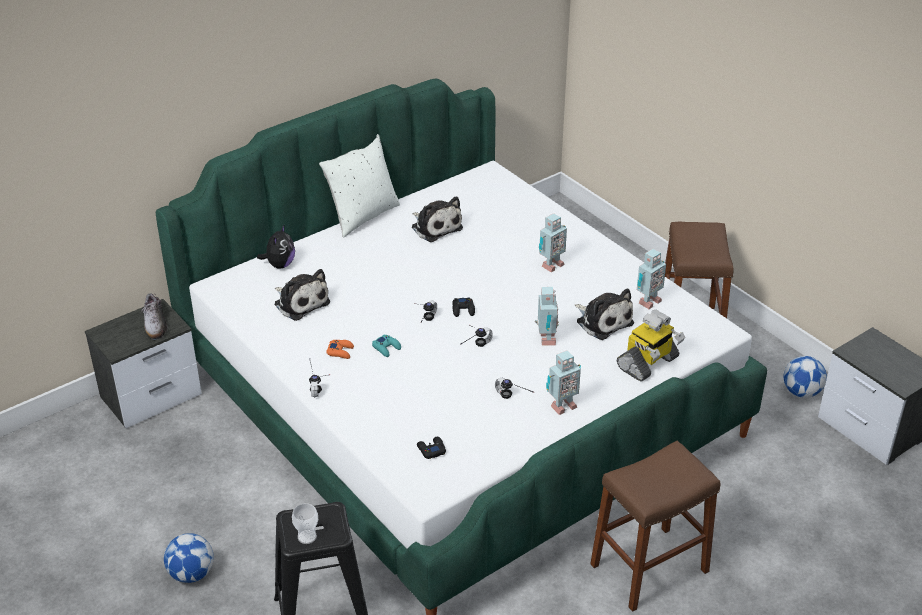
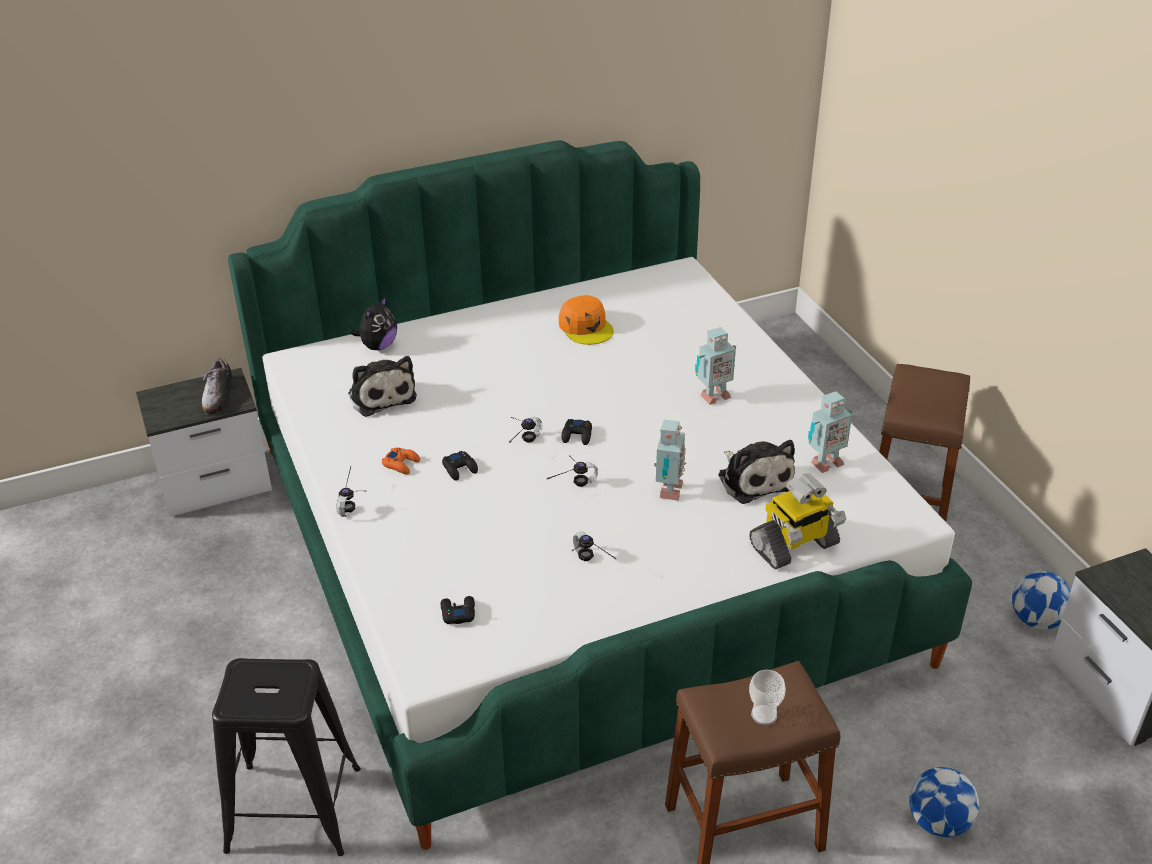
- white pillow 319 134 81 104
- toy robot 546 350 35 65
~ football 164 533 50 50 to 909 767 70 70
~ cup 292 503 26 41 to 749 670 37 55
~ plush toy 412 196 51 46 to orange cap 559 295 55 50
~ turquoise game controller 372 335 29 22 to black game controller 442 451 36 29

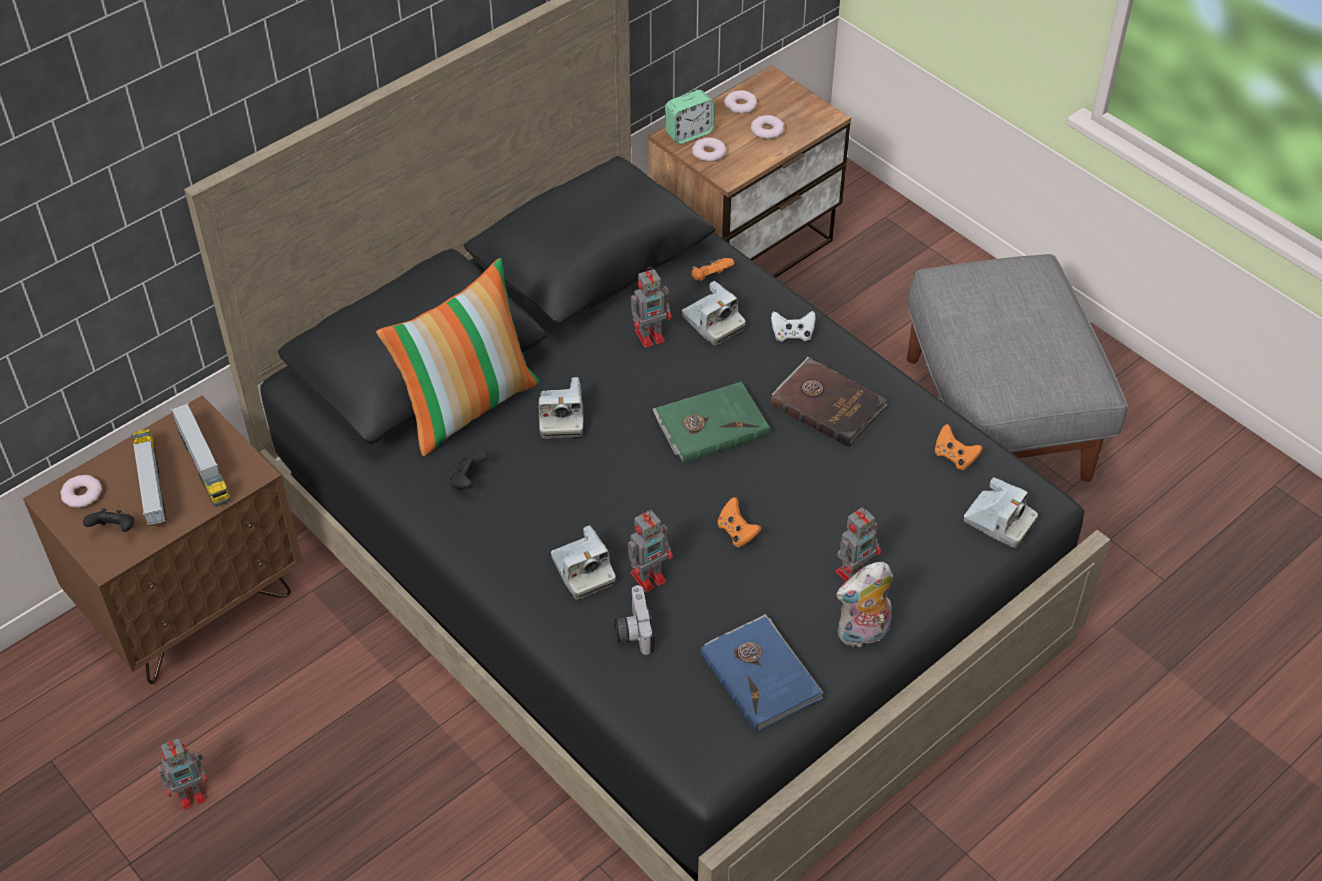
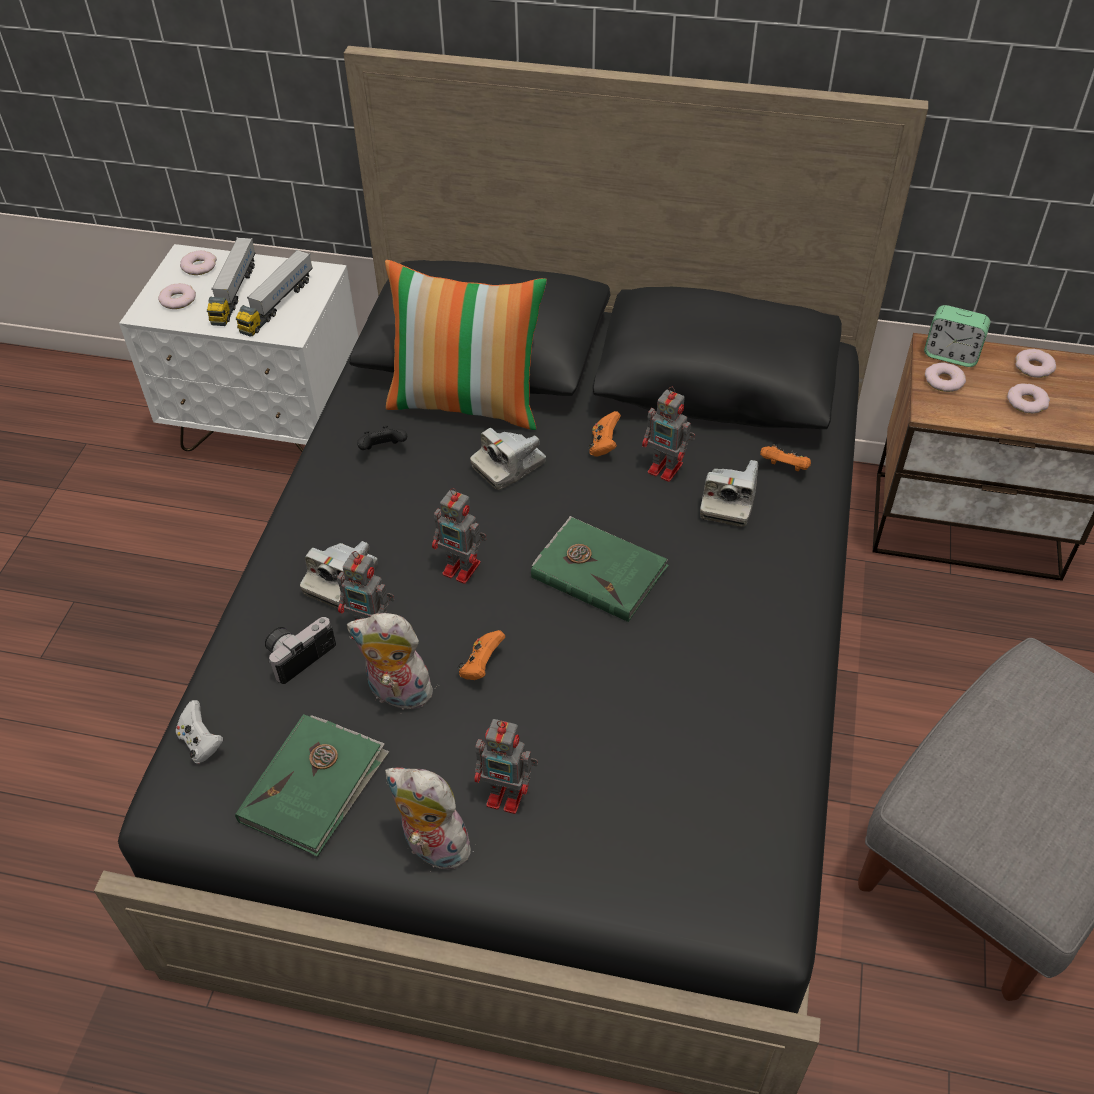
- brown book 771 357 117 90
- photo camera 964 477 74 71
+ plush toy 347 613 86 96
~ toy robot 157 738 50 72 to 432 488 54 96
~ white game controller 771 311 45 30 to 176 700 47 63
~ orange game controller 934 424 49 46 to 589 411 32 46
~ black game controller 83 508 51 24 to donut 158 283 38 26
~ brown nightstand 23 396 280 288 to white nightstand 119 244 240 208
~ blue book 700 614 123 118 to green book 235 714 154 143
~ toy truck 132 429 35 97 = 207 237 48 89 150 degrees clockwise

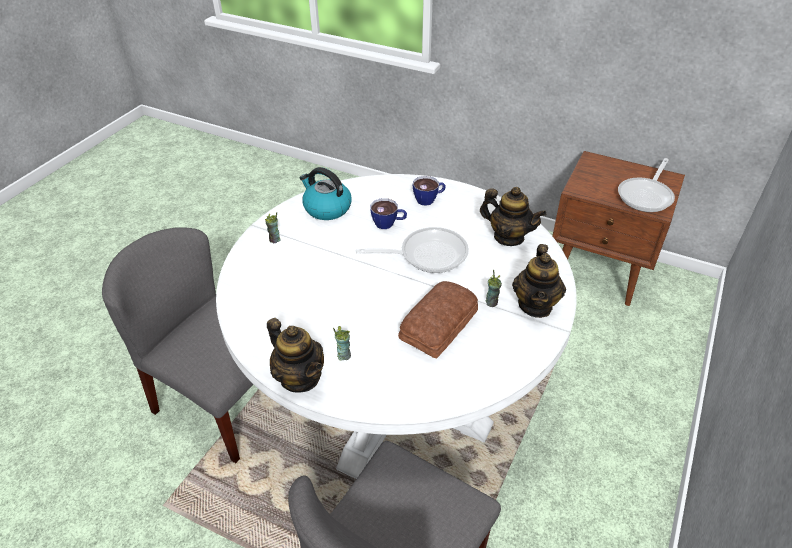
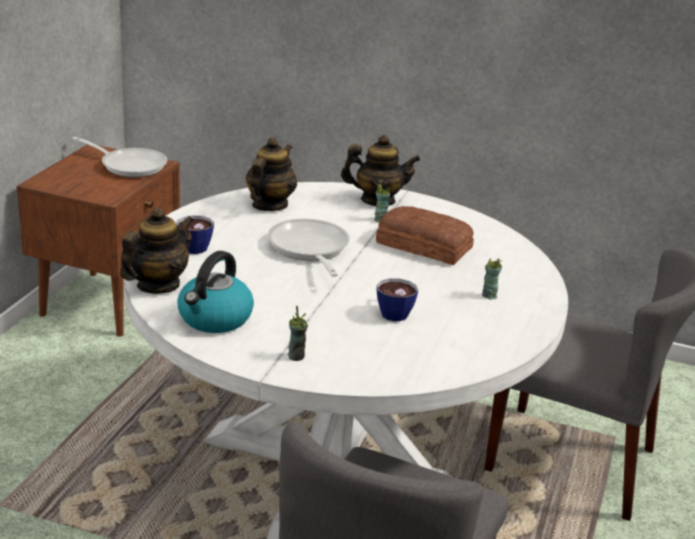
~ teapot 267 318 57 75 to 120 207 74 87
~ cup 370 198 37 31 to 377 278 41 43

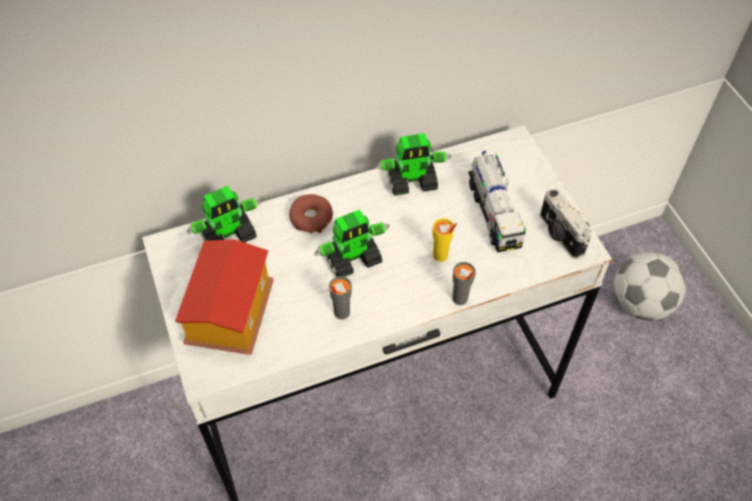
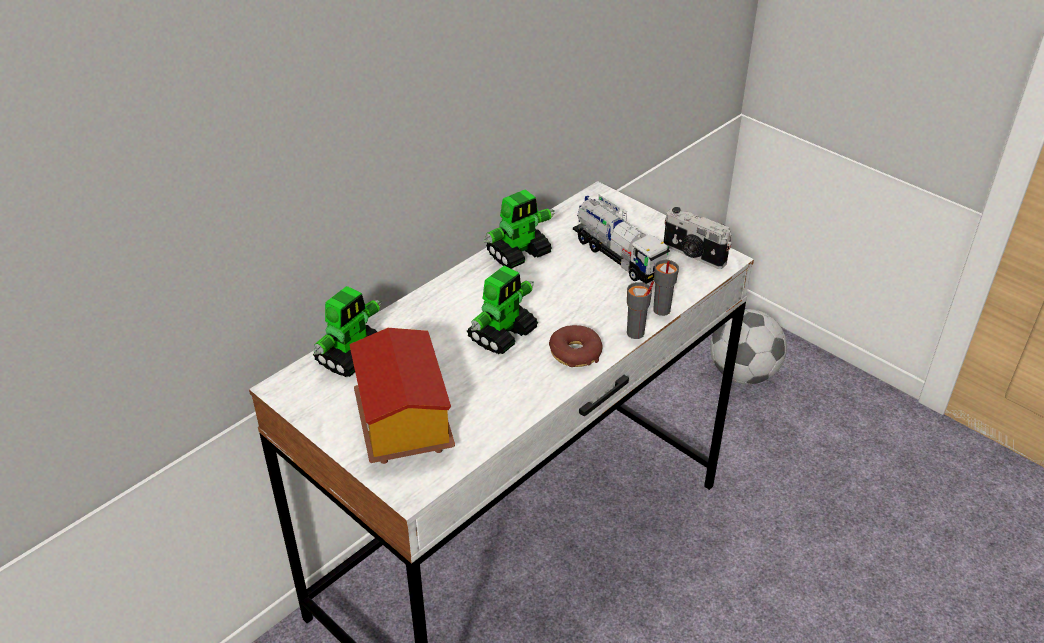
- yellow cup 433 218 24 44
~ donut 289 194 44 39 to 549 325 54 42
~ grey cup 329 276 23 44 to 653 260 26 56

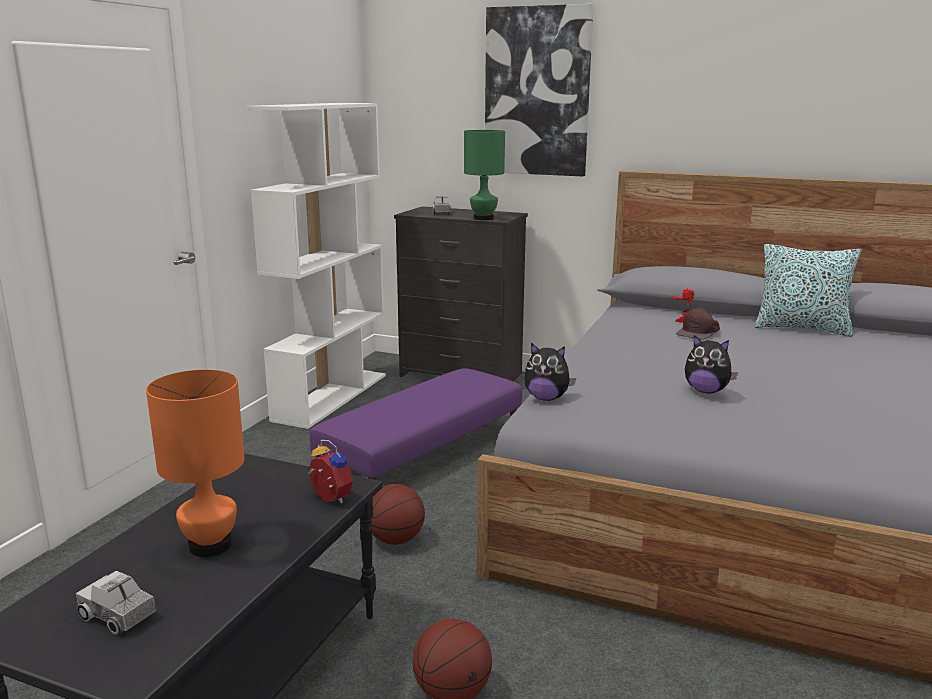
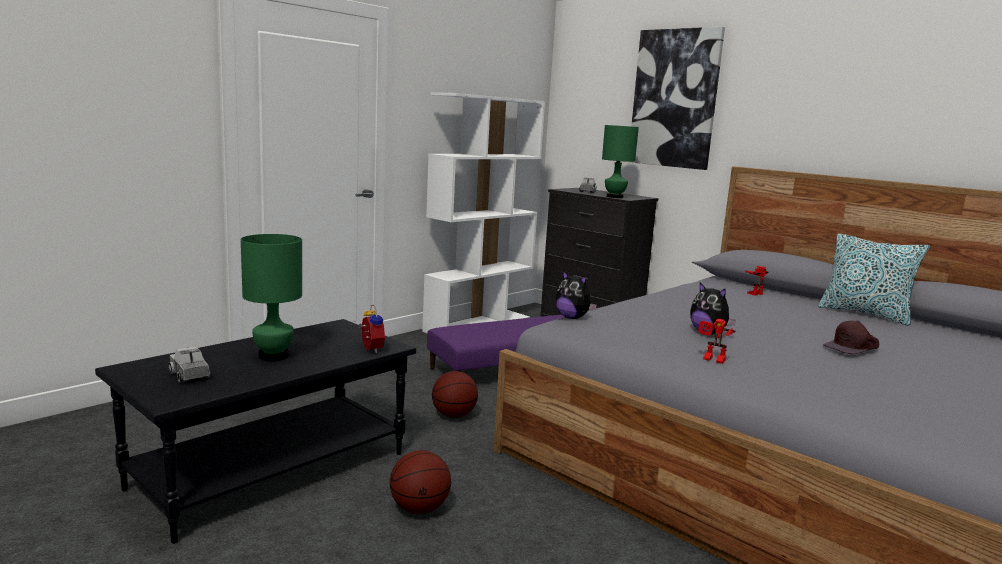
+ toy robot 698 319 37 45
~ brown cap 676 308 44 32 to 823 321 56 33
~ orange table lamp 146 370 98 187 to green table lamp 241 234 61 127

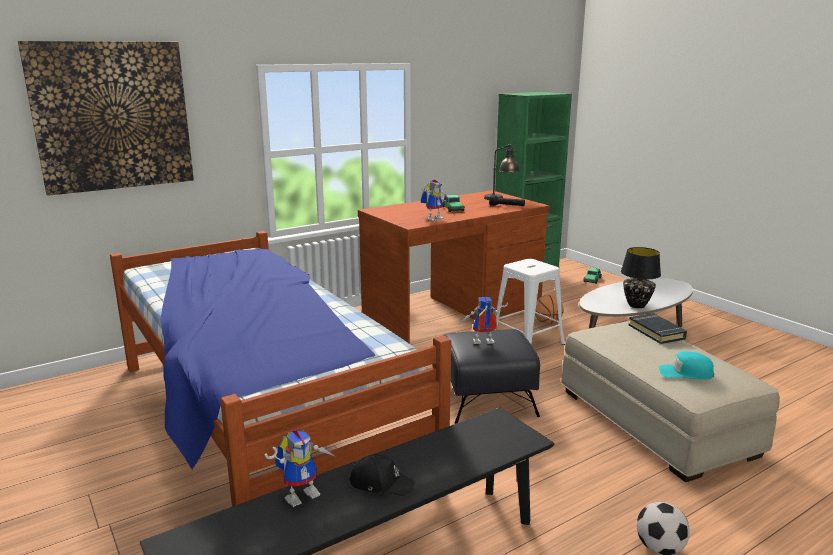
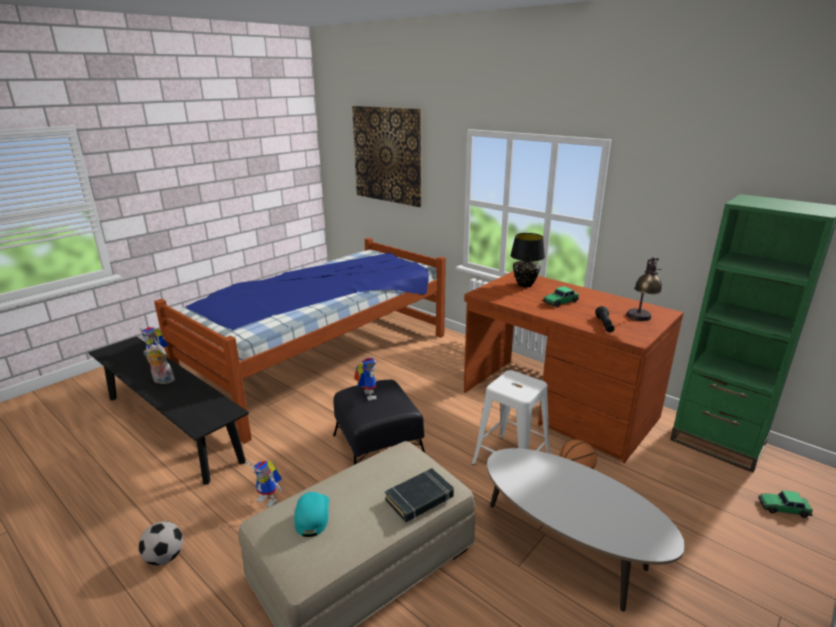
~ toy robot 421 180 28 41 to 246 460 38 47
~ black table lamp 621 247 40 61 to 510 233 35 54
~ black cap 349 454 67 42 to plush toy 144 344 31 40

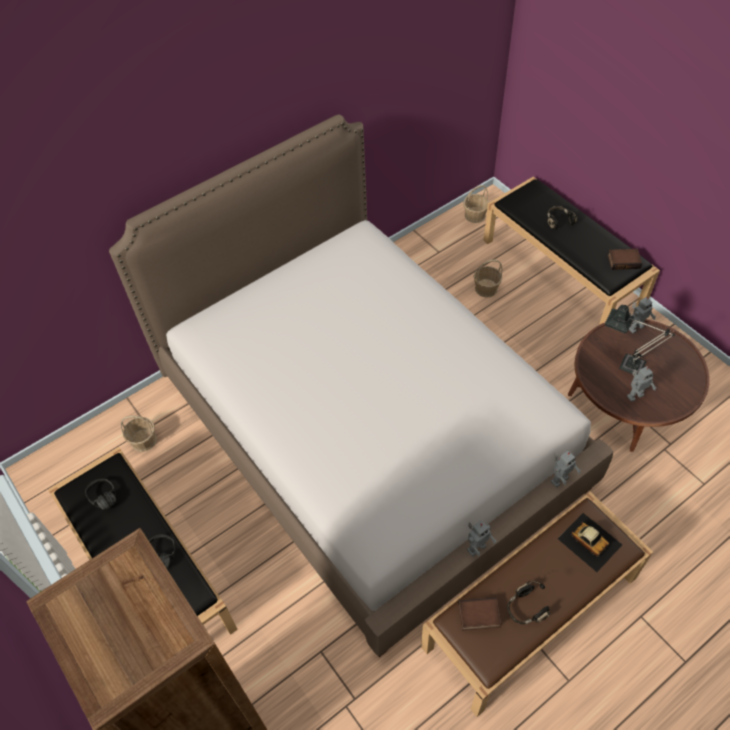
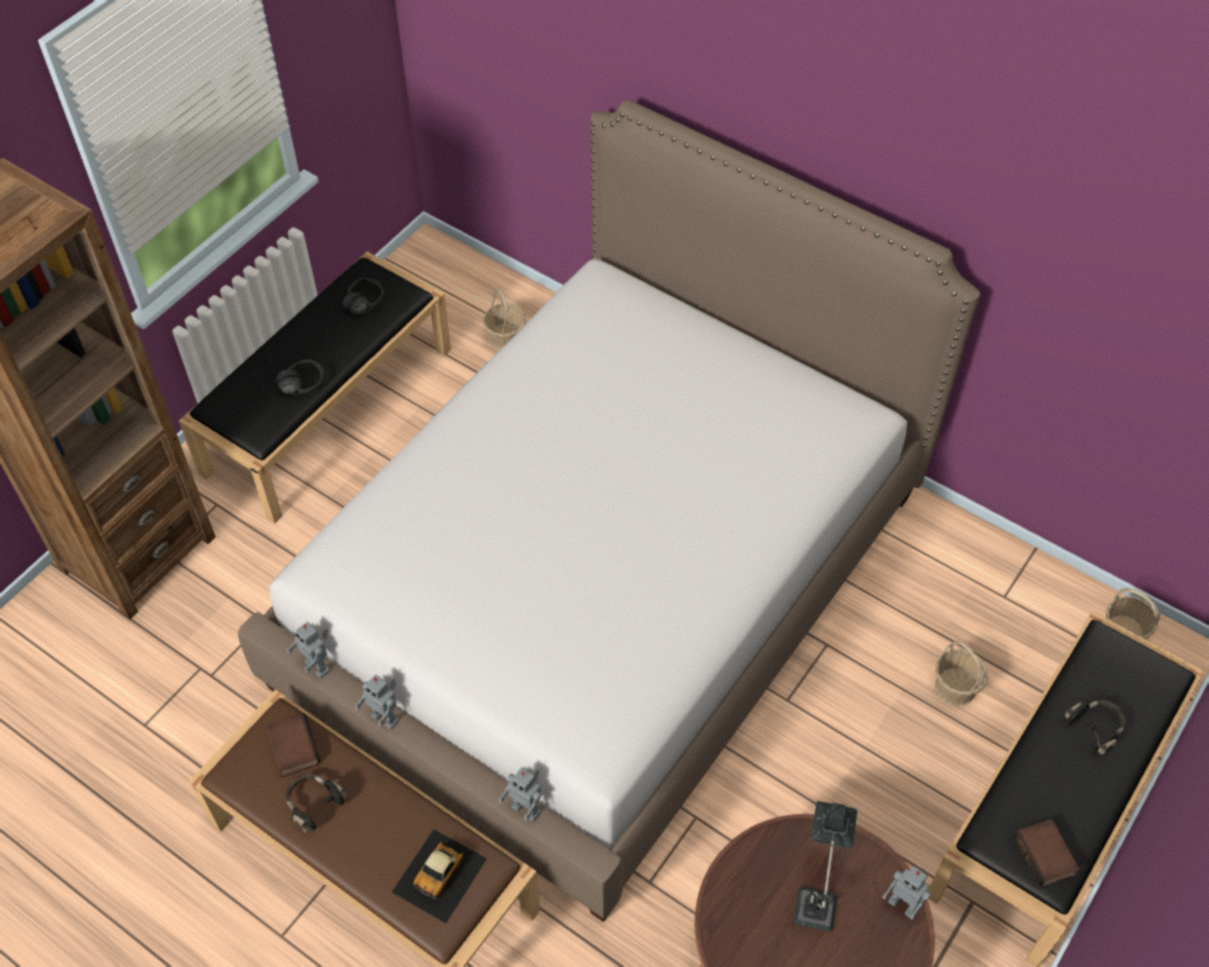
~ toy robot 627 366 30 36 to 286 622 44 56

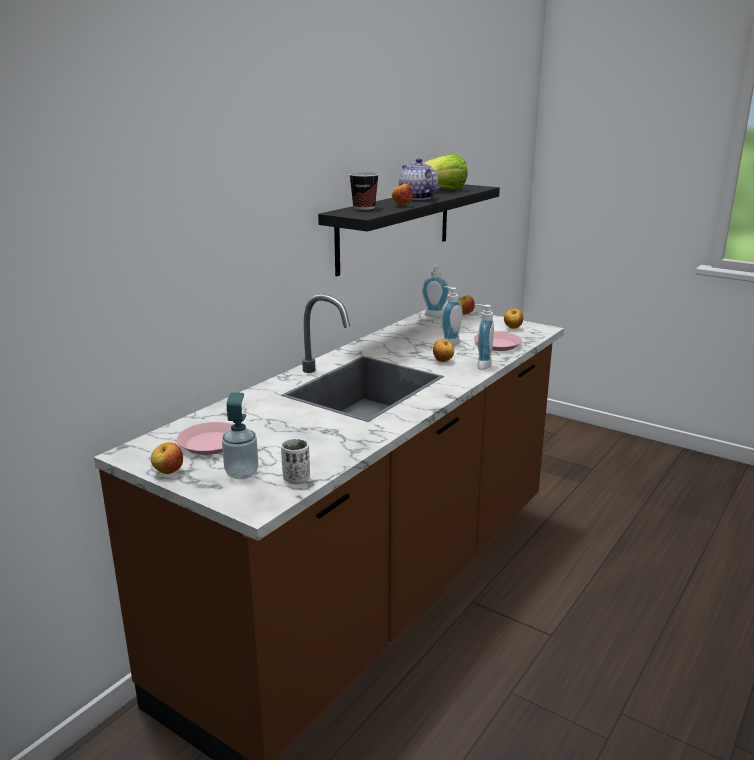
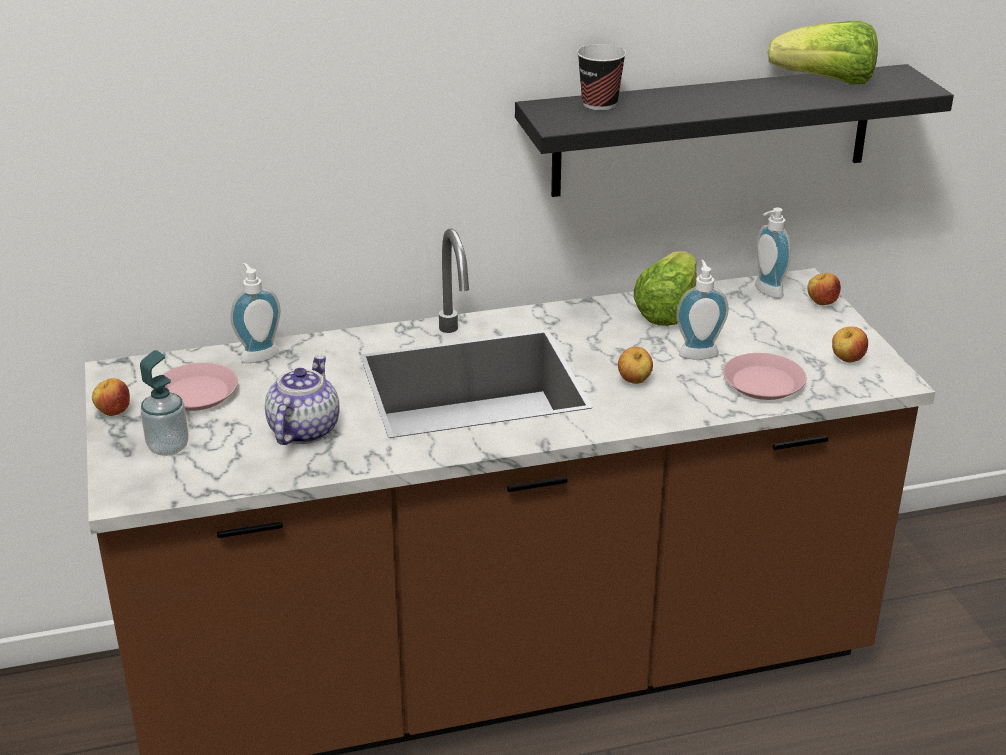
- white cup 281 439 29 45
- apple 392 184 21 22
+ lettuce 634 251 63 75
~ teapot 399 158 39 42 to 265 355 74 90
~ soap dispenser 475 304 19 66 to 230 263 51 100

